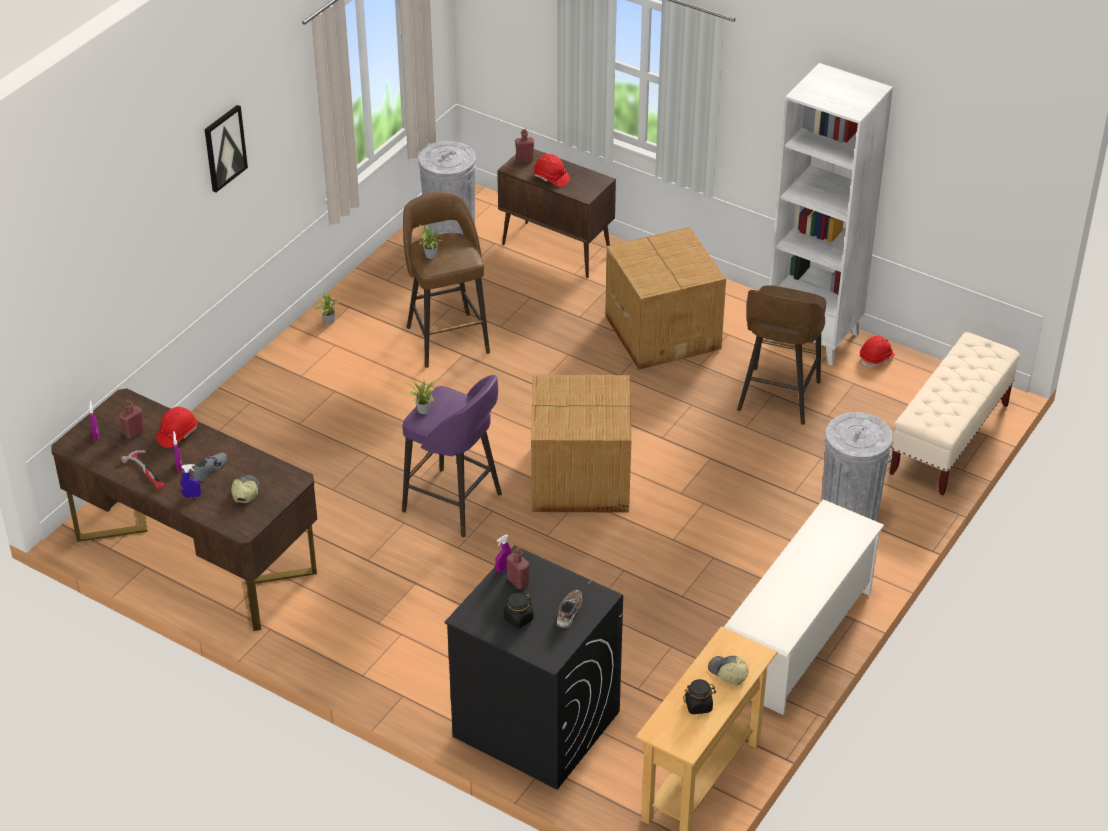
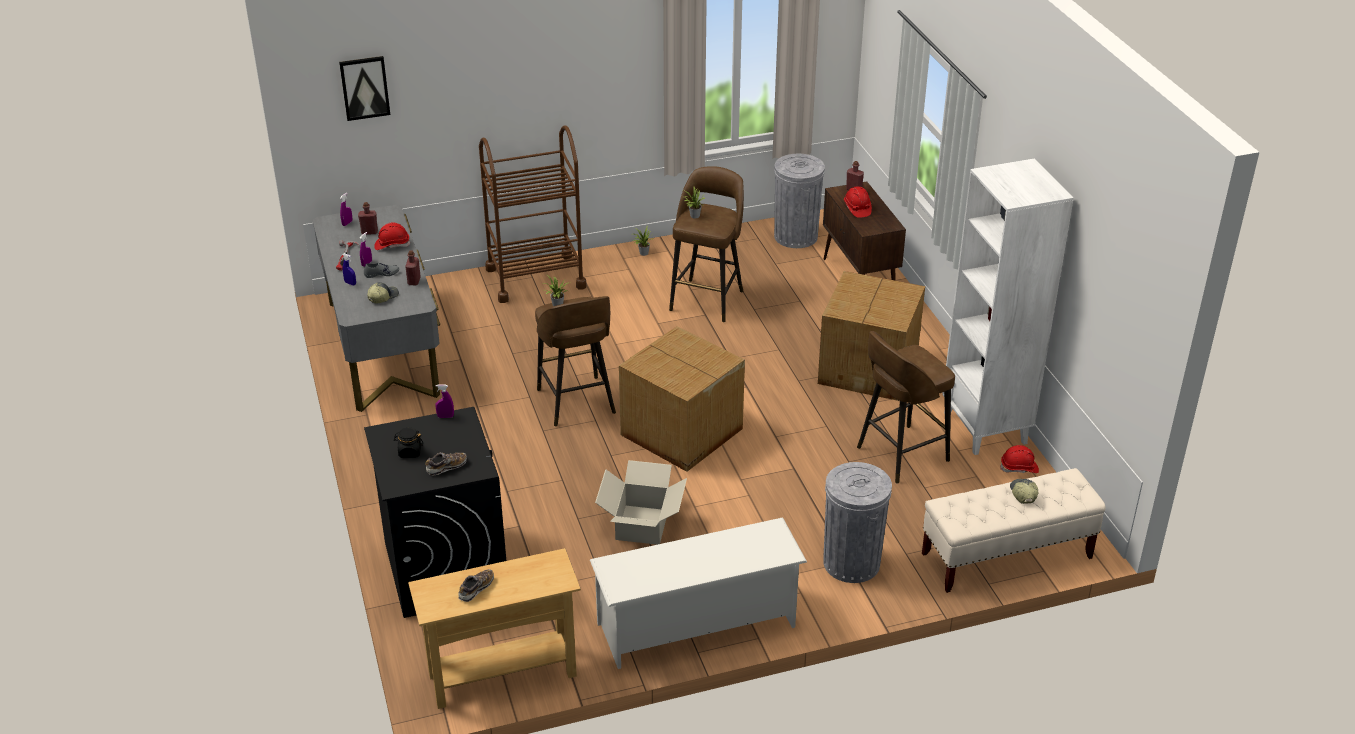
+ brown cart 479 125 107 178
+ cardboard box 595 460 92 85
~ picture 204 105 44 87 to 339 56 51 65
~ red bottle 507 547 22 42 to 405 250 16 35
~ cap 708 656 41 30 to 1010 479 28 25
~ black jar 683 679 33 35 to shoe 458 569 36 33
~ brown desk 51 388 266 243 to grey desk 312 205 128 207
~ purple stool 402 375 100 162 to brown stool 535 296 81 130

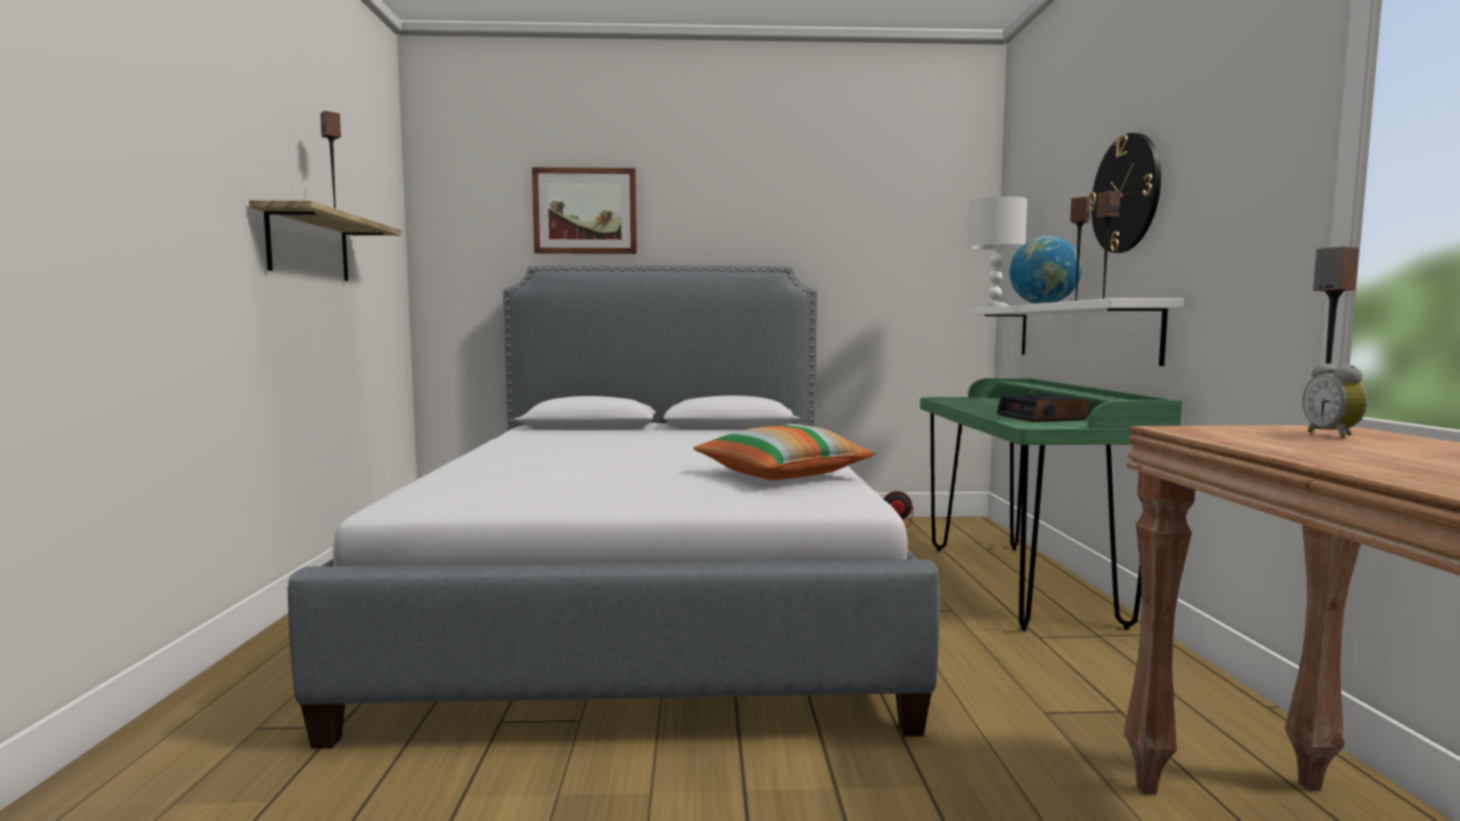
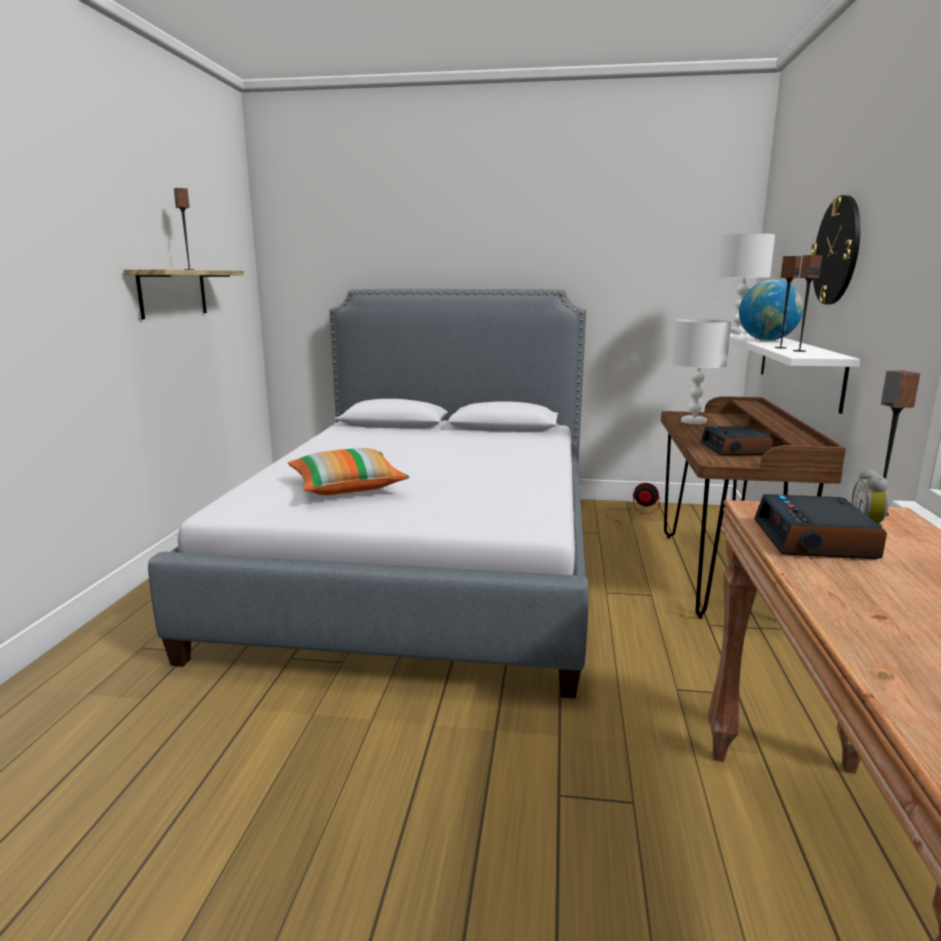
- picture 532 167 105 87
+ white table lamp 672 319 59 105
+ alarm clock 754 494 133 65
~ pillow 693 425 183 55 to 287 448 122 47
~ green desk 920 378 262 253 to brown desk 661 396 185 223

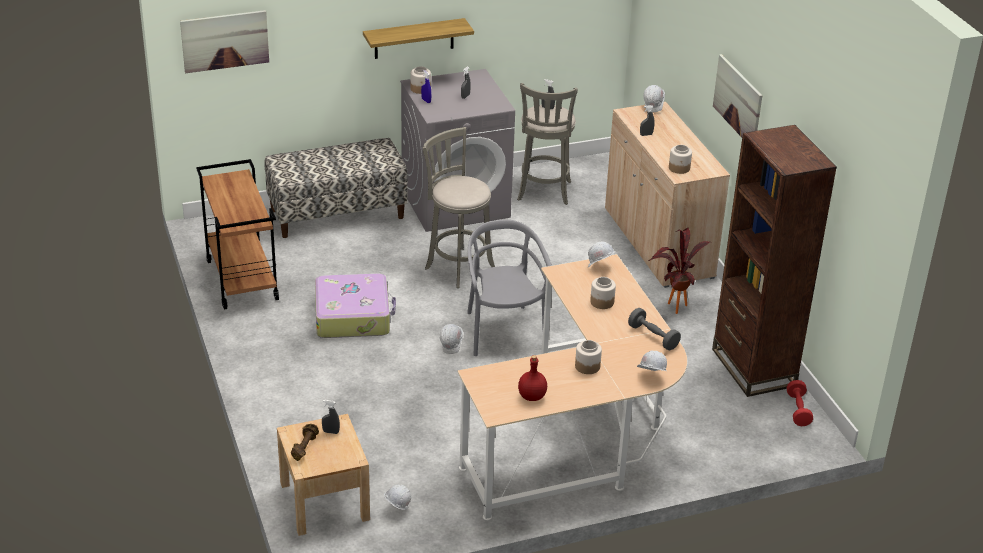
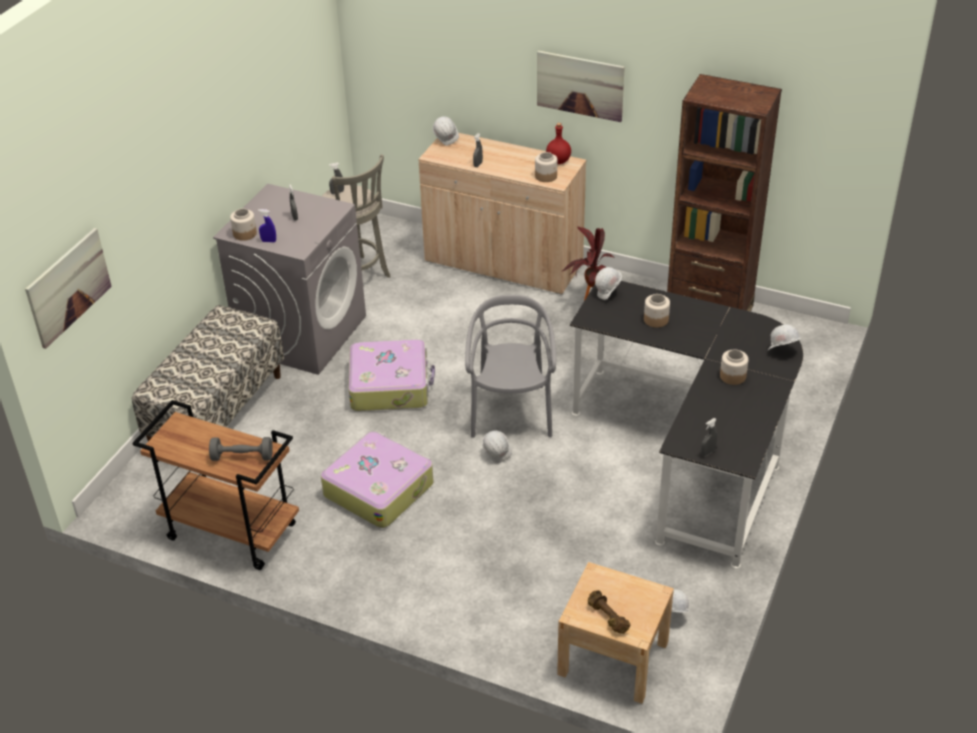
- shelf 363 18 111 41
- red dumbbell 787 380 26 46
~ grey spray bottle 322 400 18 34 to 701 418 16 38
~ red bottle 518 355 29 46 to 546 123 25 41
~ grey dumbbell 628 308 53 42 to 209 437 64 24
~ grey stool 422 127 73 161 to suitcase 349 339 86 72
~ beige desk 457 254 230 266 to black desk 570 281 233 288
~ grey chair 467 220 85 136 = 465 295 91 143 60 degrees clockwise

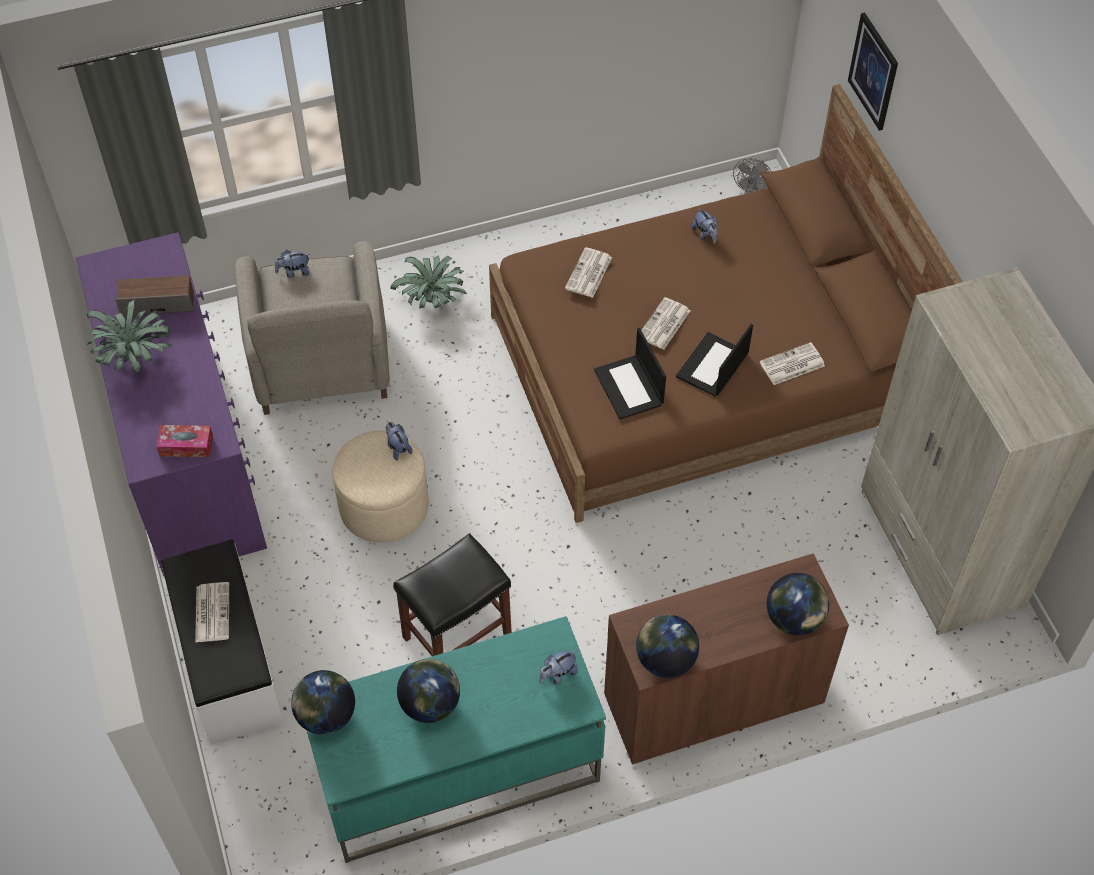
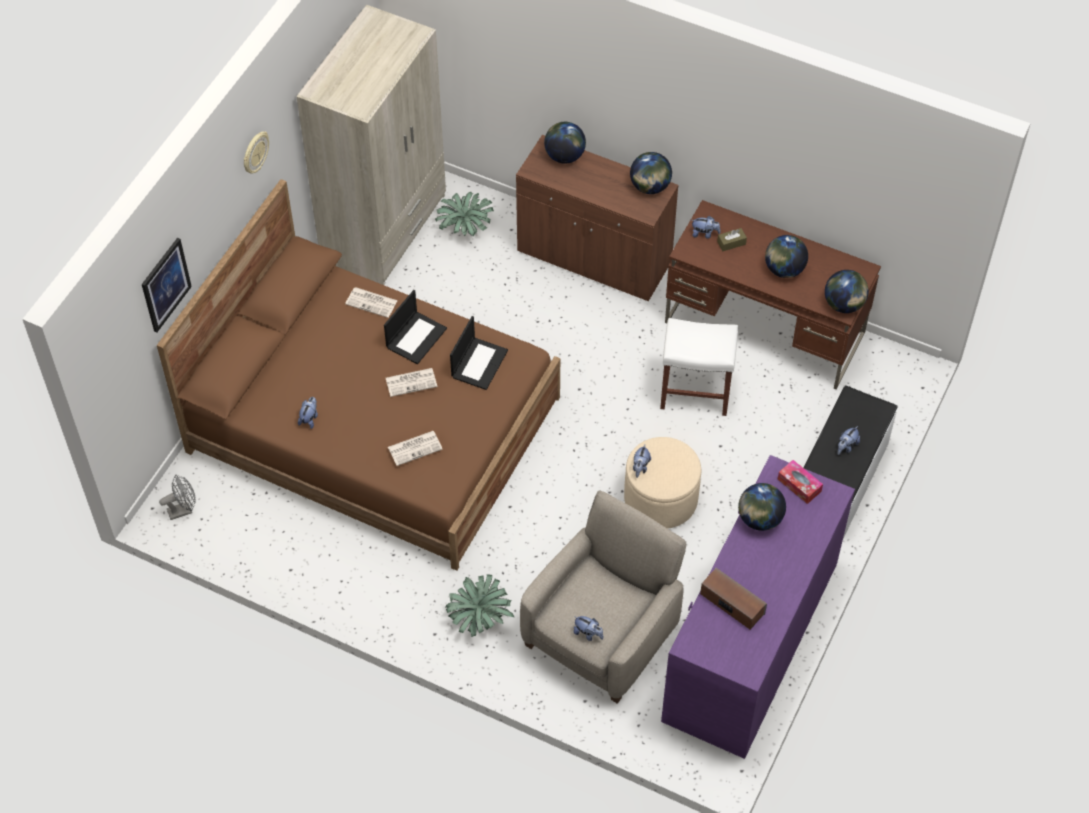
+ wall clock 244 131 25 42
+ brown tissue box 717 228 30 23
+ globe 738 483 48 48
~ potted plant 87 300 85 73 to 435 192 59 45
~ newspaper 195 582 34 61 to plush toy 838 426 22 29
~ turquoise desk 307 616 299 247 to brown desk 665 200 216 189
~ black stool 393 533 119 123 to white stool 660 318 78 98
~ laptop 676 324 77 72 = 384 290 63 74 45 degrees counterclockwise

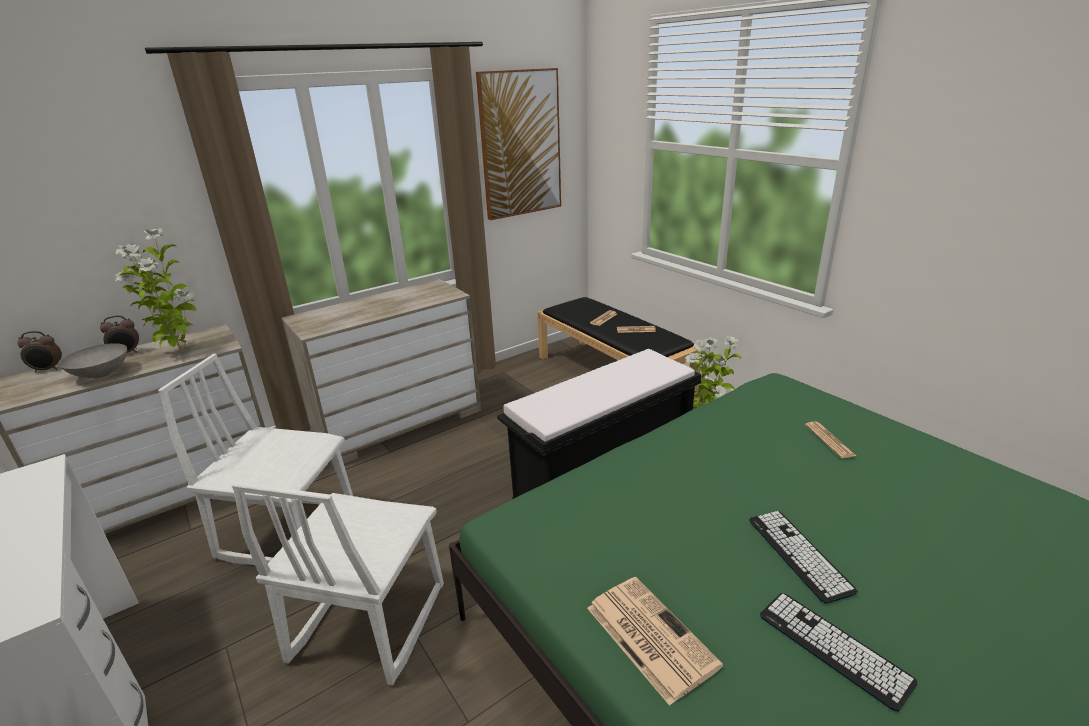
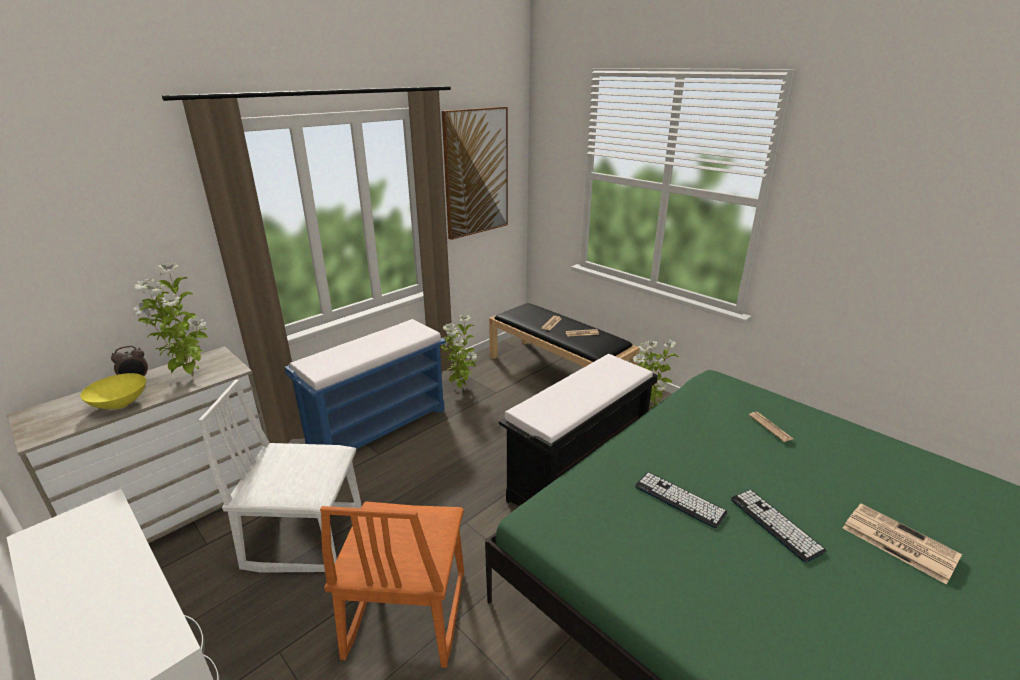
- alarm clock 18 331 44 42
+ potted plant 441 315 36 73
~ newspaper 587 577 136 129 to 843 504 119 81
~ keyboard 760 593 157 119 to 635 472 92 57
~ beige dresser 282 279 199 189 to blue bench 285 319 161 130
~ grey bowl 59 343 68 36 to yellow bowl 80 373 66 36
~ white chair 231 482 213 203 to orange chair 320 502 144 166

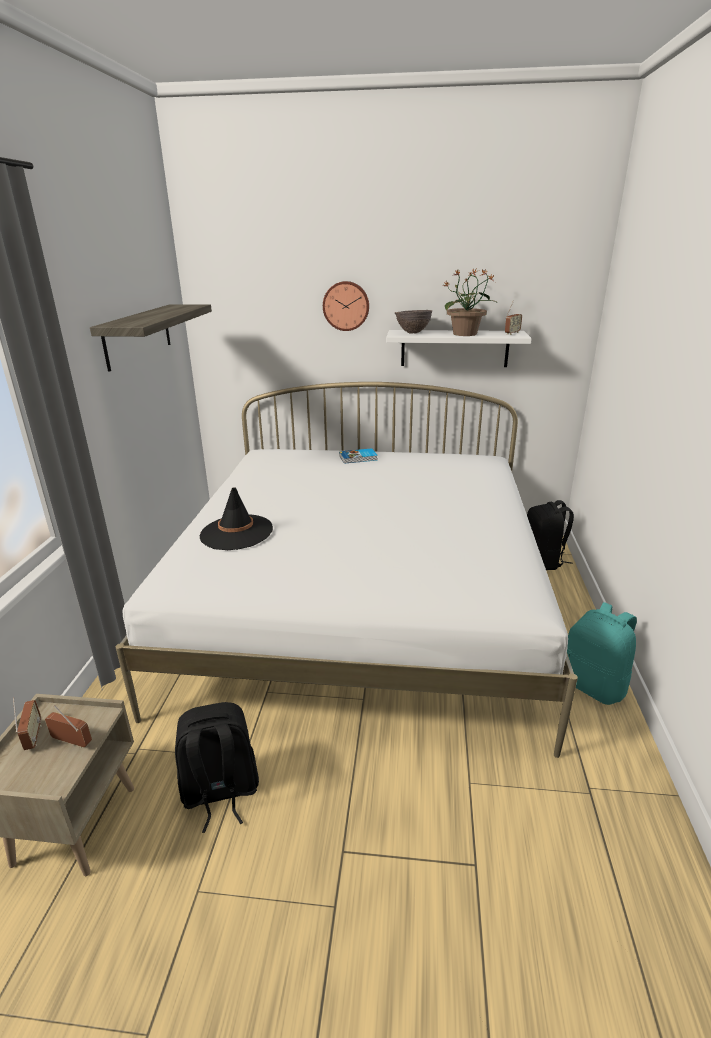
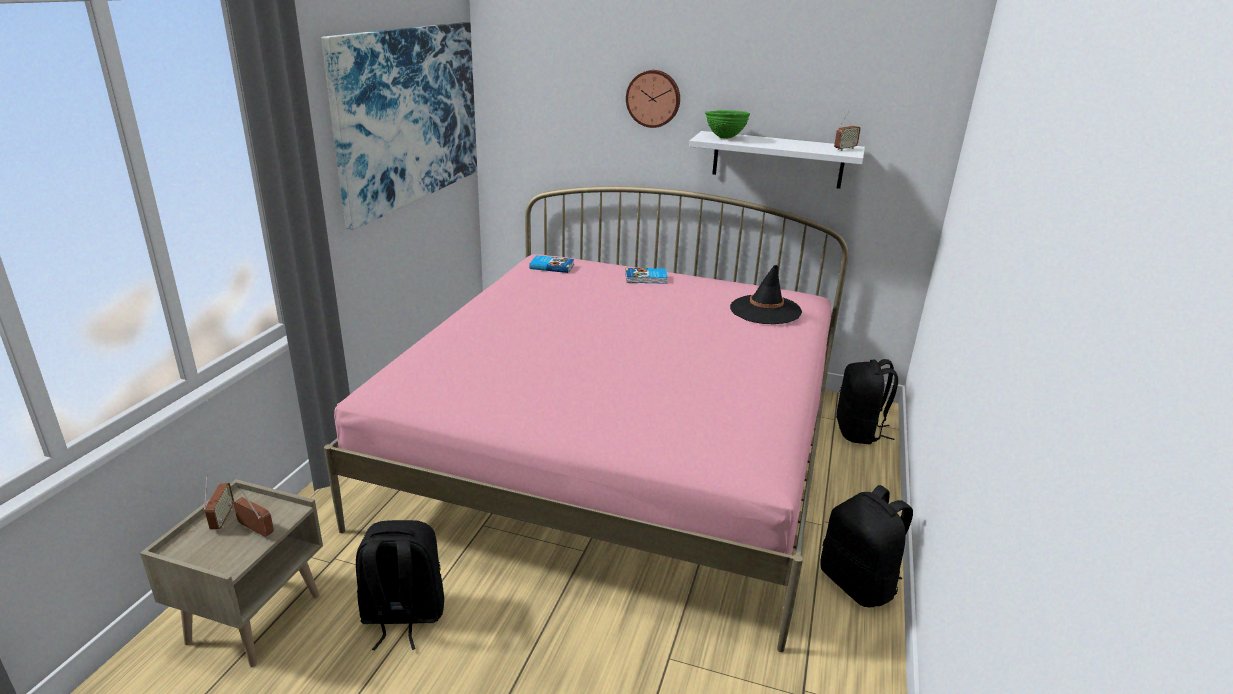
- potted plant 443 269 55 67
+ book 529 255 45 18
~ black hat 200 487 73 63 to 730 265 72 59
~ shelf 90 304 122 68 to picture 321 22 156 208
~ white bed 116 382 462 376 to pink bed 324 186 524 466
~ brown bowl 395 310 38 24 to green bowl 705 110 45 29
~ turquoise backpack 567 602 70 103 to black backpack 820 485 93 122

